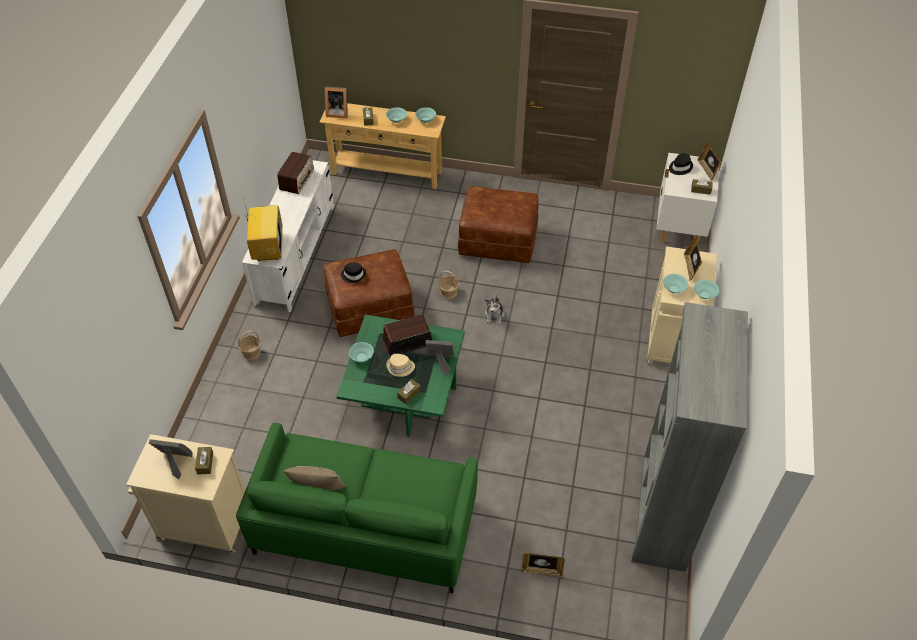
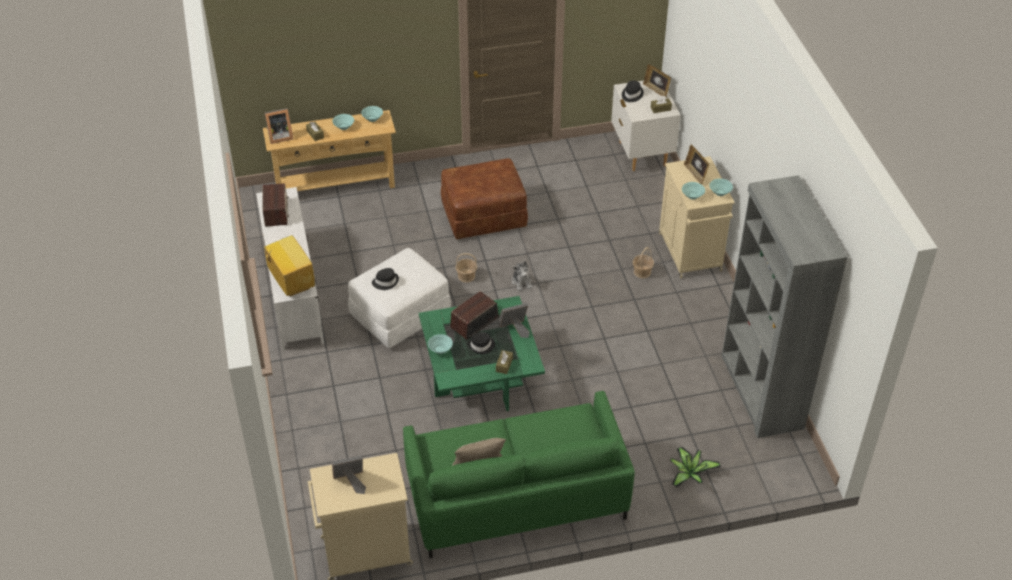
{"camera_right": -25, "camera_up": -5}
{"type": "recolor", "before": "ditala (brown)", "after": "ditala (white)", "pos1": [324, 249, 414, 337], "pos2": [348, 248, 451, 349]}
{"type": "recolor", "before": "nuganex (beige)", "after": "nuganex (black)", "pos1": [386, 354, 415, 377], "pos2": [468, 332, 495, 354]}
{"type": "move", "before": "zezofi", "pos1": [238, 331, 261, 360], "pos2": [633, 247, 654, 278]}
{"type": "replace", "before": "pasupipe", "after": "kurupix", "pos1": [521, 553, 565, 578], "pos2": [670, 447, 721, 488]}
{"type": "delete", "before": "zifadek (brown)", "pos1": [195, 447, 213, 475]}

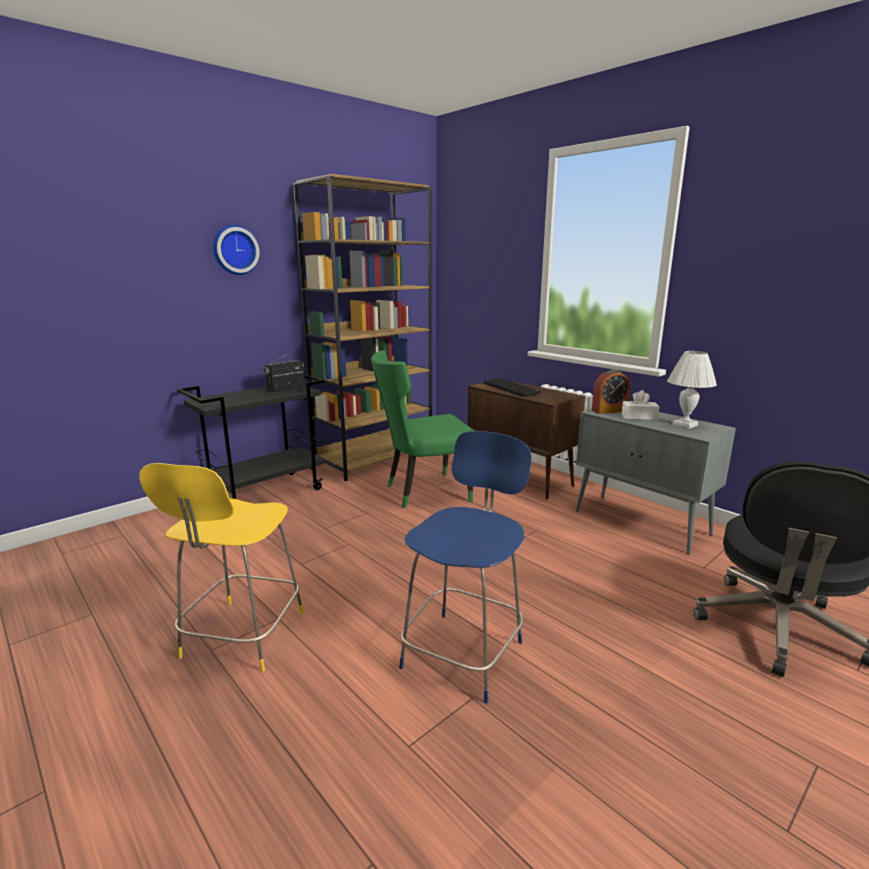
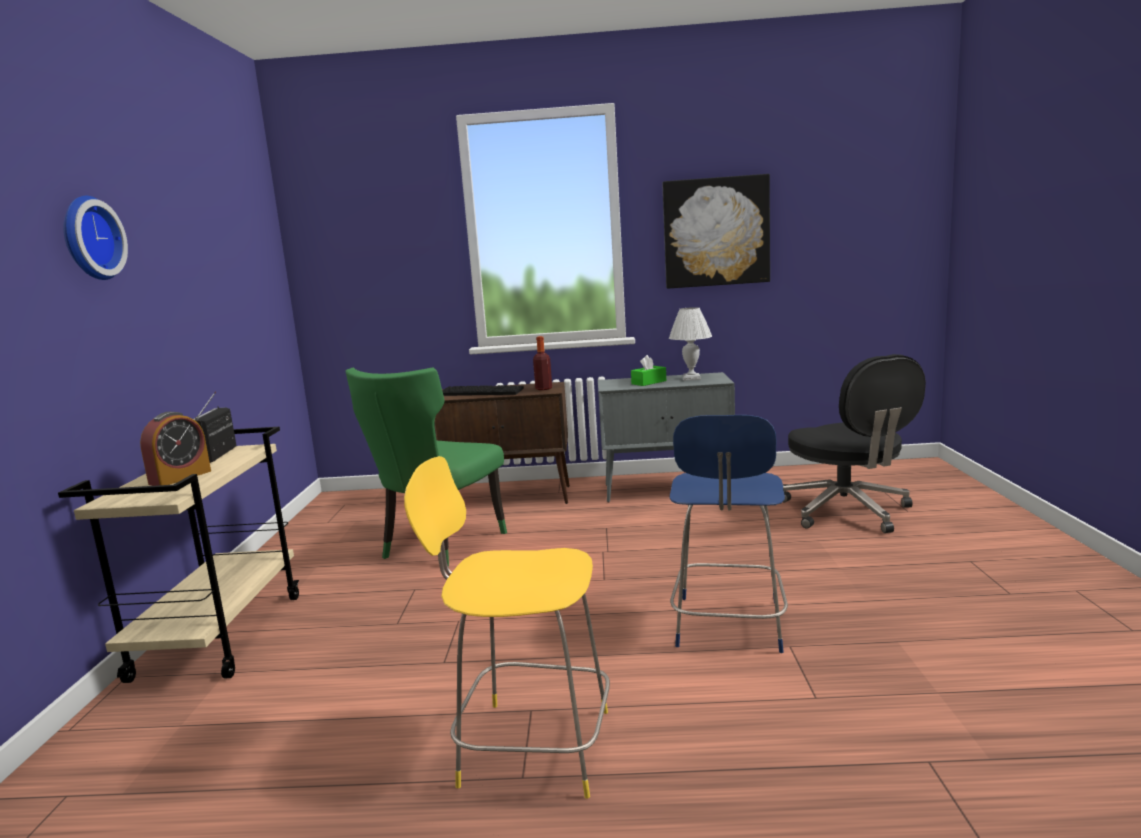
{"camera_right": -45, "camera_up": -5}
{"type": "recolor", "before": "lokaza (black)", "after": "lokaza (beige)", "pos1": [177, 374, 326, 499], "pos2": [58, 427, 299, 683]}
{"type": "move", "before": "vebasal", "pos1": [592, 369, 631, 414], "pos2": [140, 412, 211, 486]}
{"type": "rotate", "before": "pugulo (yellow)", "pos1": [139, 463, 304, 672], "pos2": [404, 456, 610, 799], "turn": 135}
{"type": "insert", "after": "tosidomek", "pos2": [533, 336, 552, 390]}
{"type": "recolor", "before": "zifadek (white)", "after": "zifadek (green)", "pos1": [622, 390, 659, 420], "pos2": [631, 355, 666, 386]}
{"type": "insert", "after": "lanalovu", "pos2": [662, 174, 770, 289]}
{"type": "rotate", "before": "pugulo (blue)", "pos1": [399, 431, 532, 703], "pos2": [670, 415, 788, 653], "turn": -150}
{"type": "delete", "before": "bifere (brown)", "pos1": [293, 174, 432, 481]}

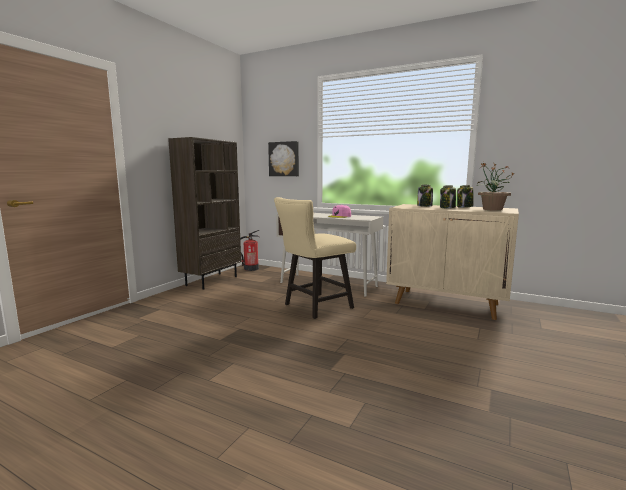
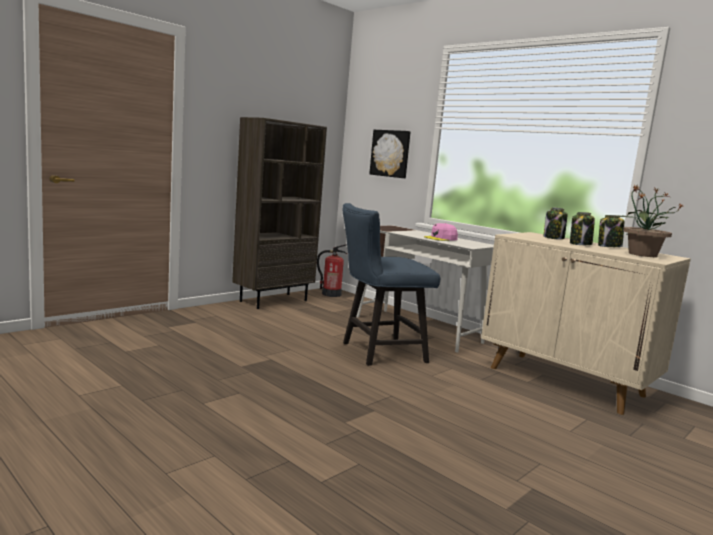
{"camera_right": 15, "camera_up": 0}
{"type": "recolor", "before": "pugulo (beige)", "after": "pugulo (blue)", "pos1": [274, 197, 356, 319], "pos2": [343, 203, 440, 366]}

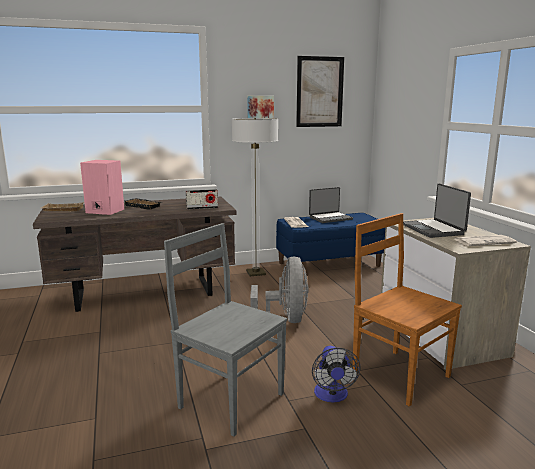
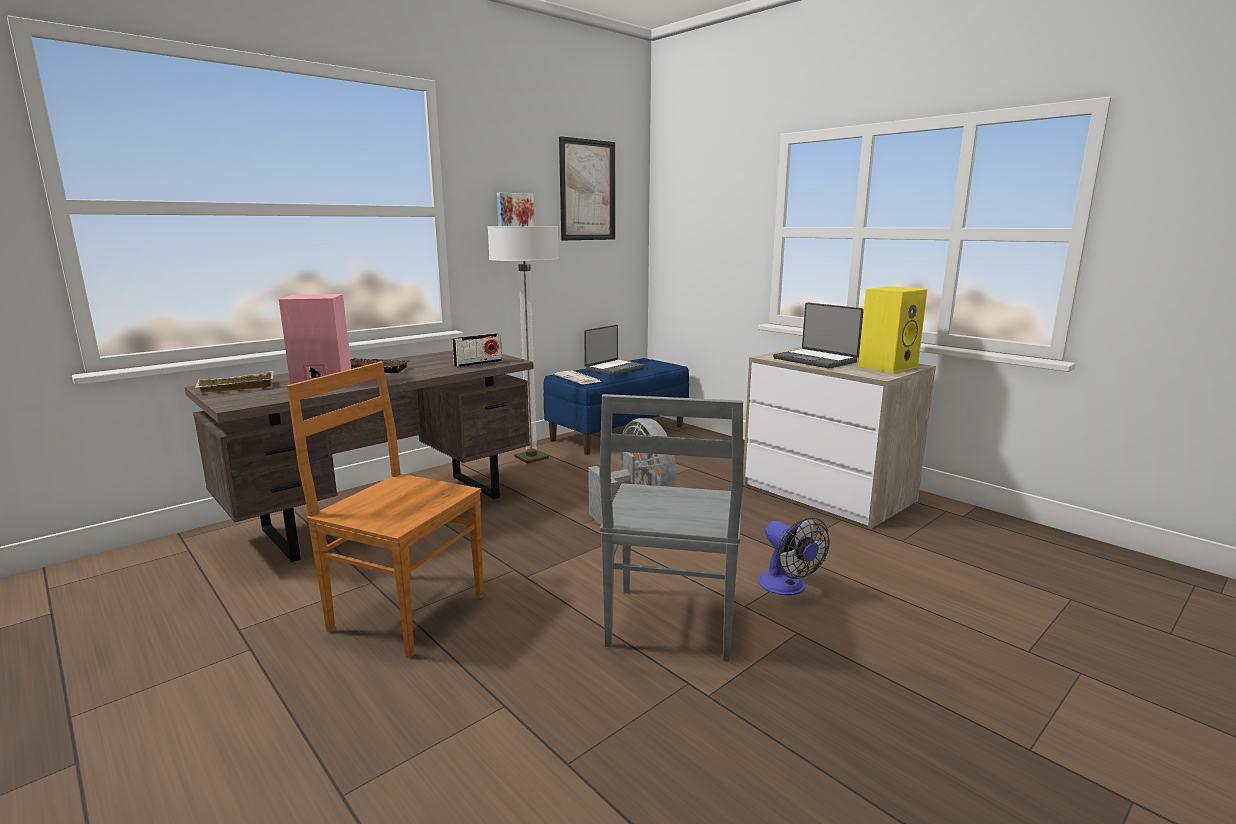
{"camera_right": -25, "camera_up": 0}
{"type": "move", "before": "pugulo (brown)", "pos1": [353, 213, 462, 407], "pos2": [287, 362, 484, 658]}
{"type": "rotate", "before": "pugulo (grey)", "pos1": [164, 223, 287, 437], "pos2": [599, 394, 743, 661], "turn": -90}
{"type": "replace", "before": "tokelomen", "after": "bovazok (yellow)", "pos1": [454, 235, 517, 246], "pos2": [858, 286, 928, 373]}

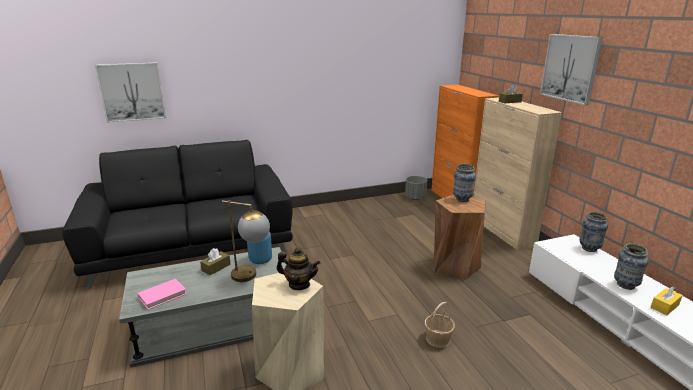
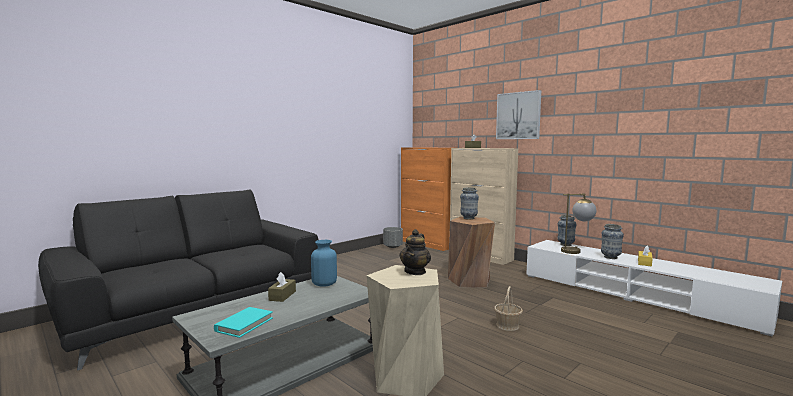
{"camera_right": -25, "camera_up": -15}
{"type": "recolor", "before": "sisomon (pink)", "after": "sisomon (turquoise)", "pos1": [137, 279, 187, 310], "pos2": [214, 307, 273, 338]}
{"type": "rotate", "before": "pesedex", "pos1": [277, 247, 320, 290], "pos2": [399, 229, 431, 275], "turn": 120}
{"type": "move", "before": "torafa", "pos1": [222, 200, 270, 282], "pos2": [561, 193, 596, 254]}
{"type": "delete", "before": "lanalovu", "pos1": [95, 62, 166, 123]}

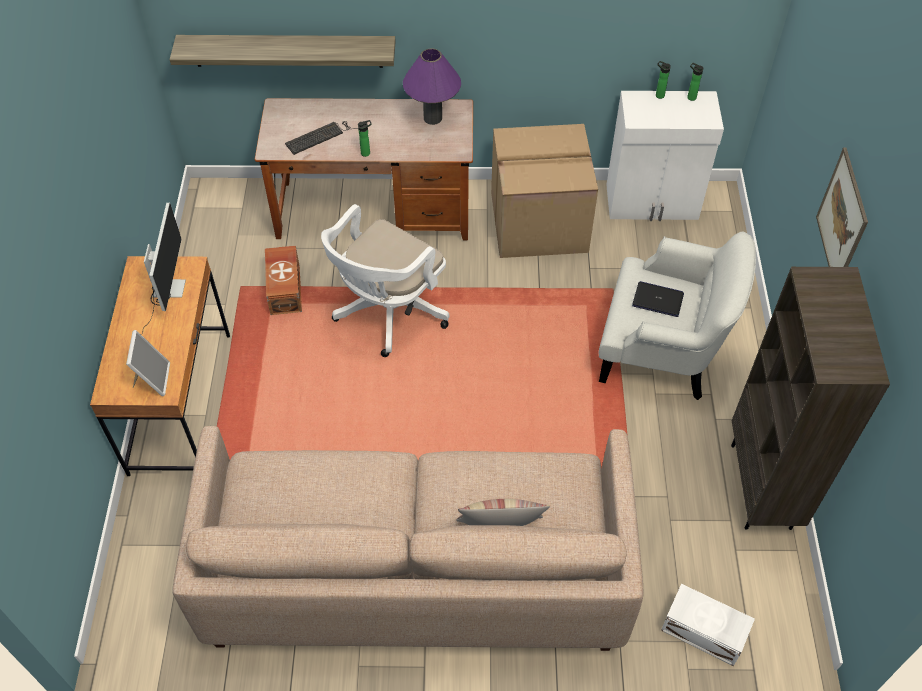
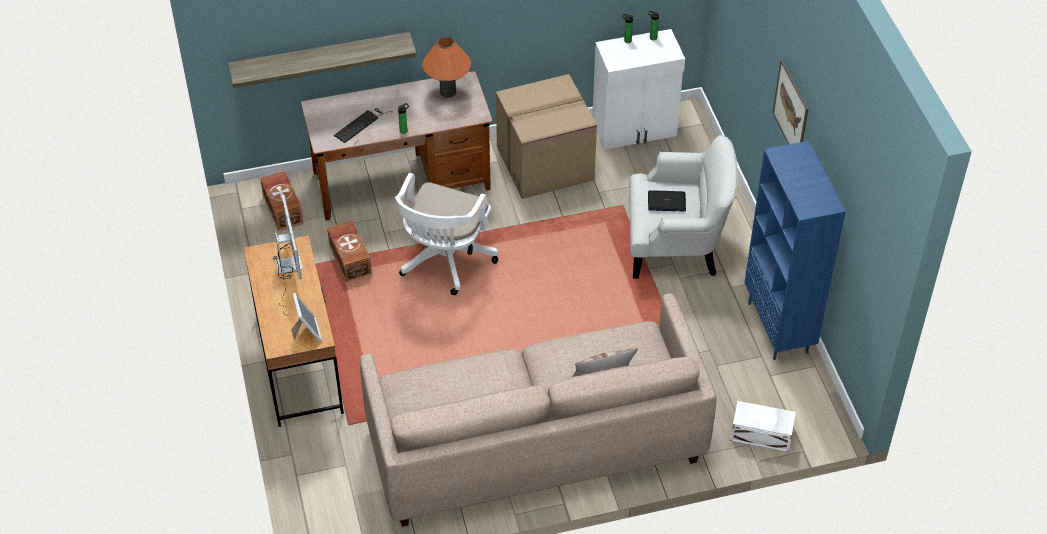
{"camera_right": -15, "camera_up": -5}
{"type": "insert", "after": "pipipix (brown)", "pos2": [260, 171, 303, 231]}
{"type": "recolor", "before": "torafa (purple)", "after": "torafa (orange)", "pos1": [403, 49, 461, 125], "pos2": [422, 37, 471, 98]}
{"type": "recolor", "before": "bifere (brown)", "after": "bifere (blue)", "pos1": [731, 267, 890, 530], "pos2": [744, 141, 846, 360]}

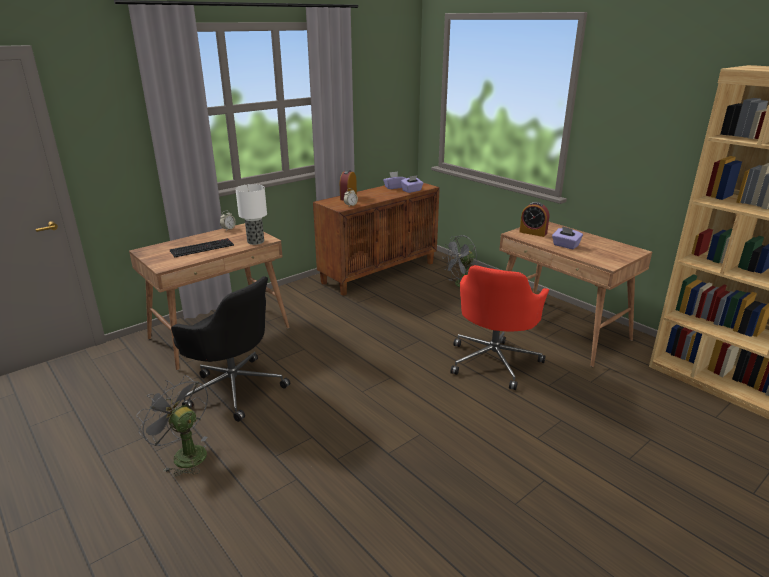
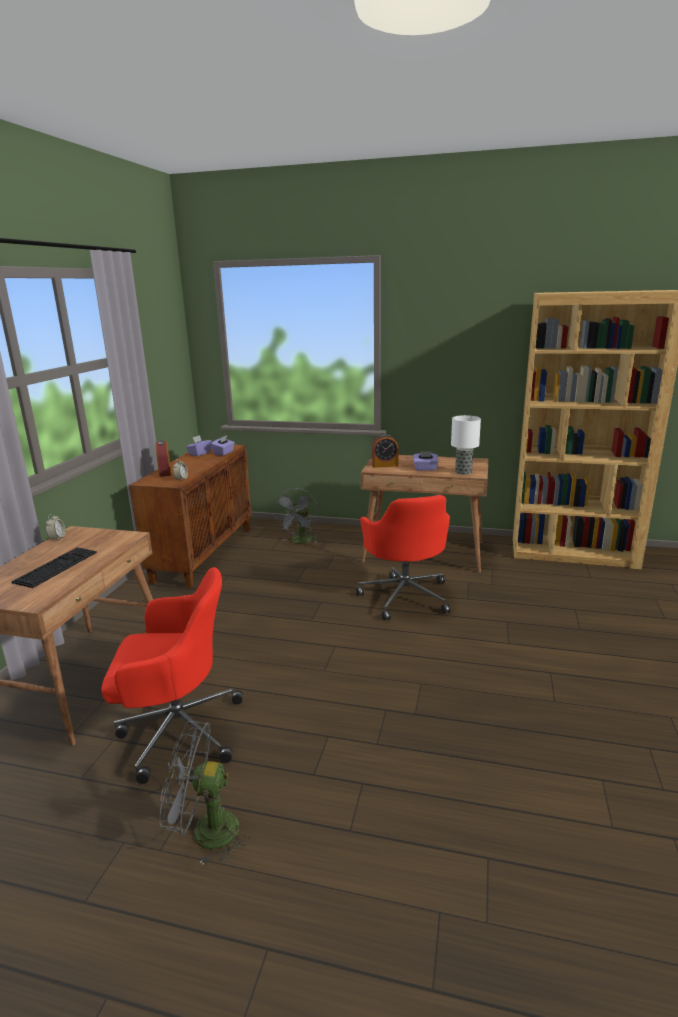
{"camera_right": -35, "camera_up": -5}
{"type": "recolor", "before": "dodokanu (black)", "after": "dodokanu (red)", "pos1": [171, 276, 290, 422], "pos2": [101, 567, 243, 784]}
{"type": "move", "before": "torafa", "pos1": [235, 184, 267, 245], "pos2": [451, 415, 481, 475]}

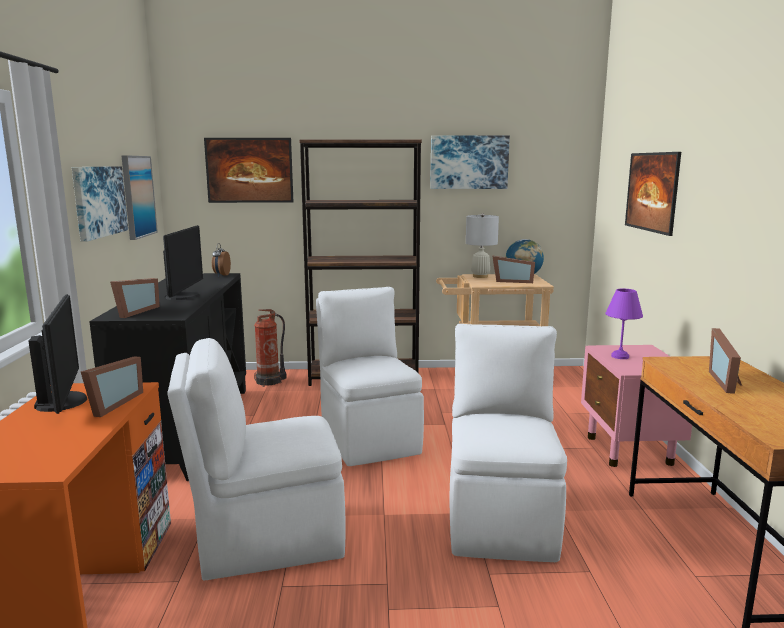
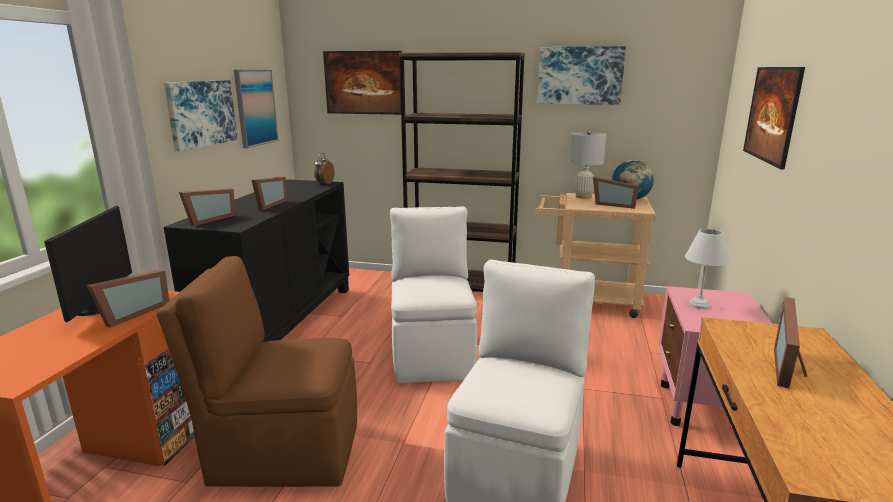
{"camera_right": 15, "camera_up": 5}
{"type": "recolor", "before": "pugulo (white)", "after": "pugulo (brown)", "pos1": [167, 338, 346, 581], "pos2": [156, 256, 357, 487]}
{"type": "replace", "before": "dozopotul", "after": "pasupipe", "pos1": [163, 225, 203, 300], "pos2": [251, 177, 287, 210]}
{"type": "recolor", "before": "torafa (purple)", "after": "torafa (white)", "pos1": [605, 289, 643, 359], "pos2": [685, 229, 729, 309]}
{"type": "delete", "before": "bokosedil", "pos1": [254, 309, 287, 387]}

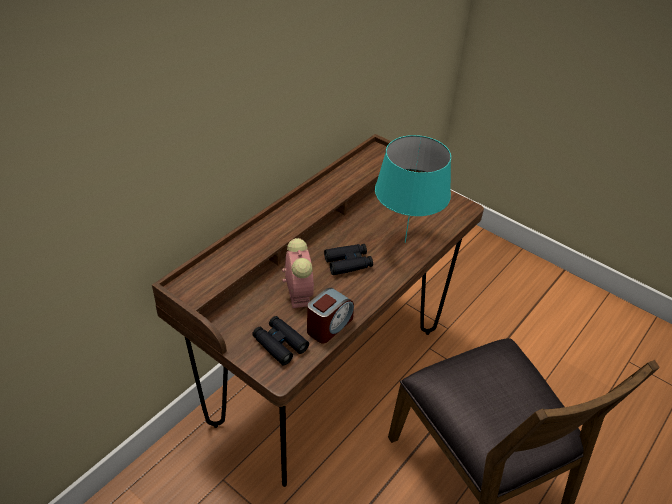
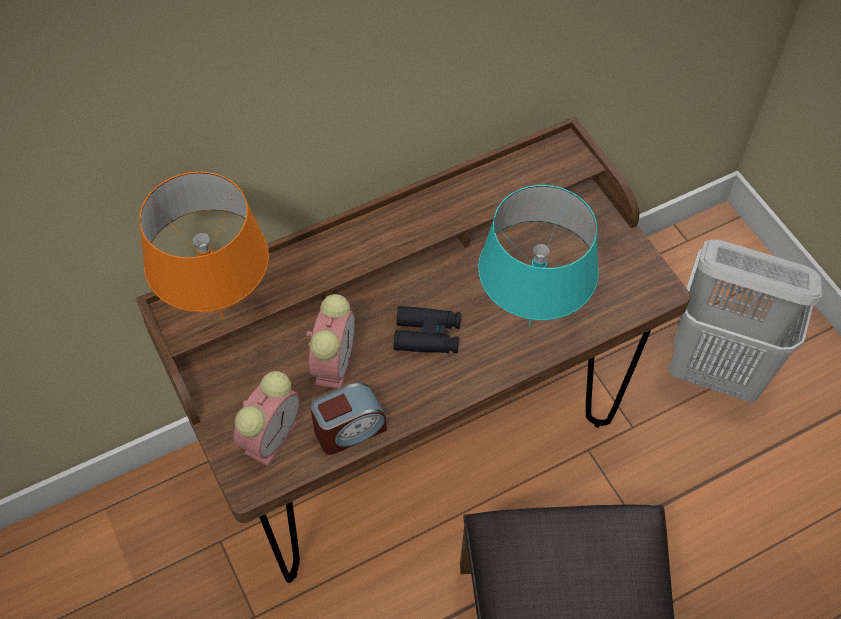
{"camera_right": 25, "camera_up": 15}
{"type": "insert", "after": "torafa (orange)", "pos2": [139, 171, 269, 319]}
{"type": "replace", "before": "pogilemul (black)", "after": "vebasal", "pos1": [252, 316, 309, 365], "pos2": [234, 371, 300, 466]}
{"type": "insert", "after": "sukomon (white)", "pos2": [669, 240, 822, 402]}

